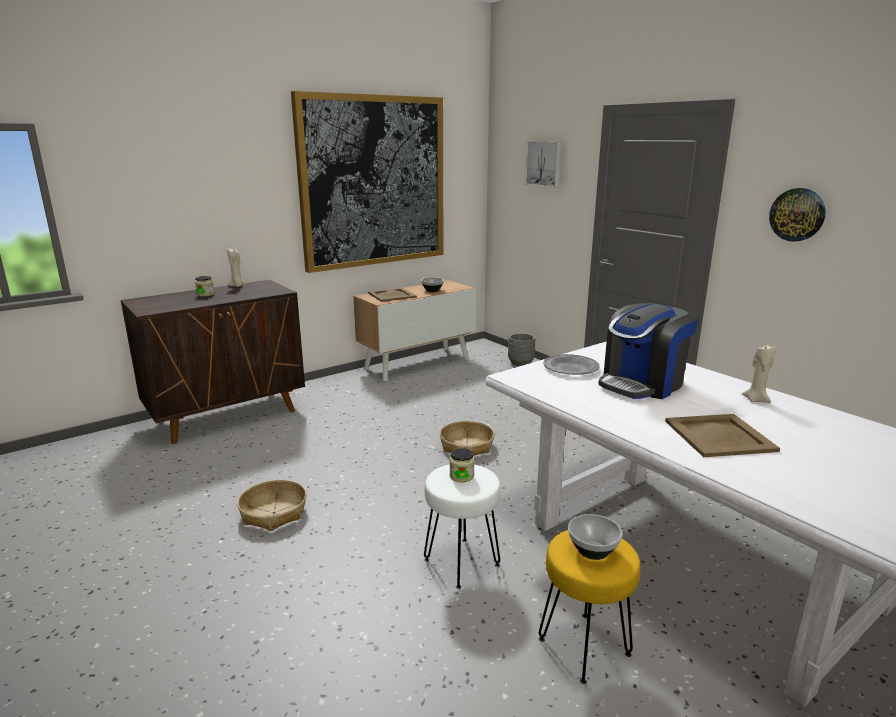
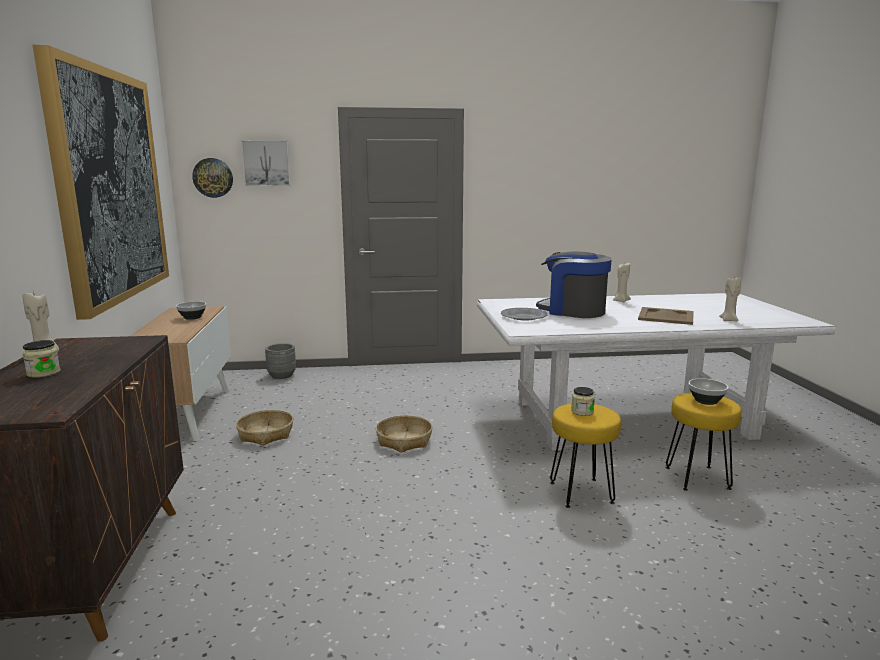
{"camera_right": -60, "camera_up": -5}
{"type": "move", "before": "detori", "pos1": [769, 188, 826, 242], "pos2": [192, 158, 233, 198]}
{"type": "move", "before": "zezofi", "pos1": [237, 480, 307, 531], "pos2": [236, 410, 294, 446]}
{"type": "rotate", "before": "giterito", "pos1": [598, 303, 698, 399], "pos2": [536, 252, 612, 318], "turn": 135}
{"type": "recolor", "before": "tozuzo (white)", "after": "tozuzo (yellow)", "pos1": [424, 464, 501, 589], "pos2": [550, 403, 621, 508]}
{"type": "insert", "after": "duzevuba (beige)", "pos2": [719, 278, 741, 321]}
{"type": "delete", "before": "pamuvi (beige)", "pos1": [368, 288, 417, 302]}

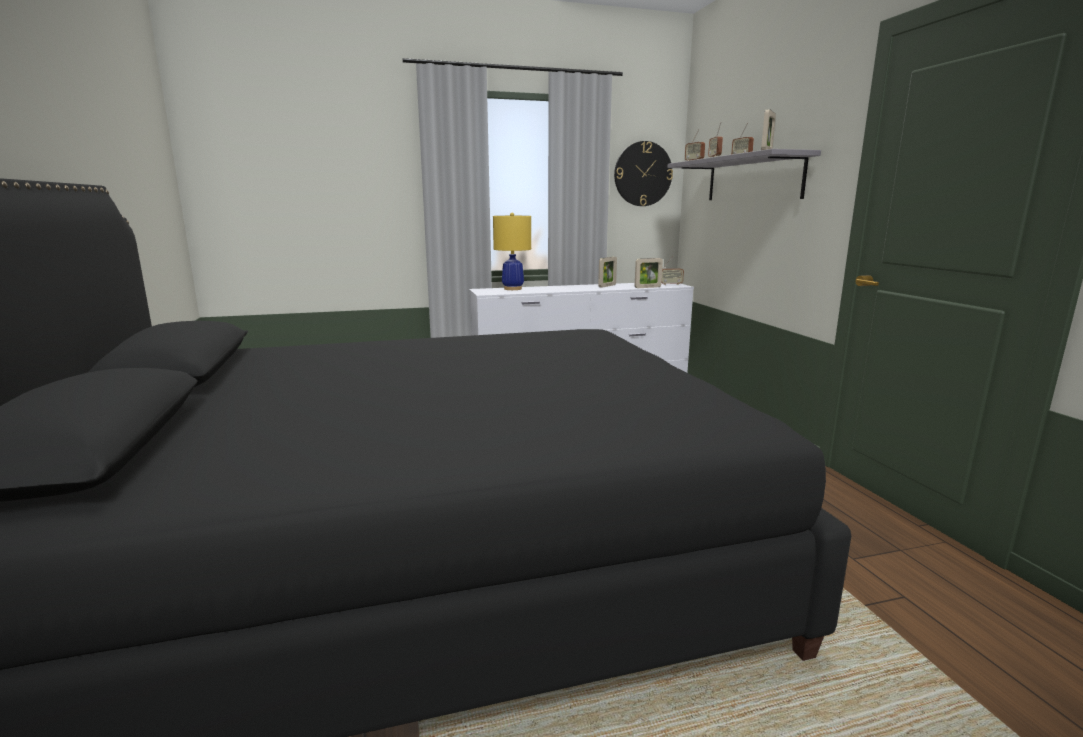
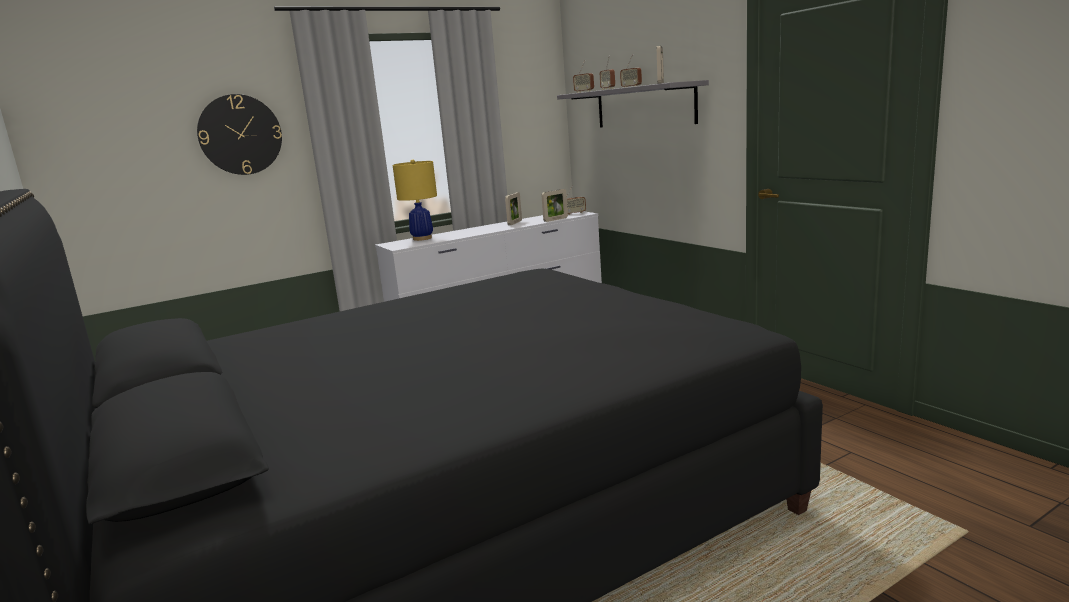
{"camera_right": -15, "camera_up": 0}
{"type": "move", "before": "detori", "pos1": [614, 141, 673, 206], "pos2": [197, 94, 282, 175]}

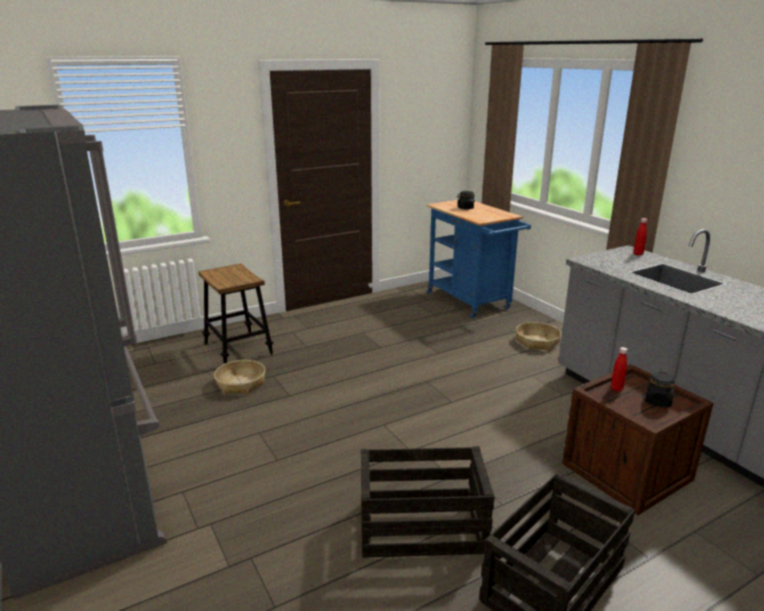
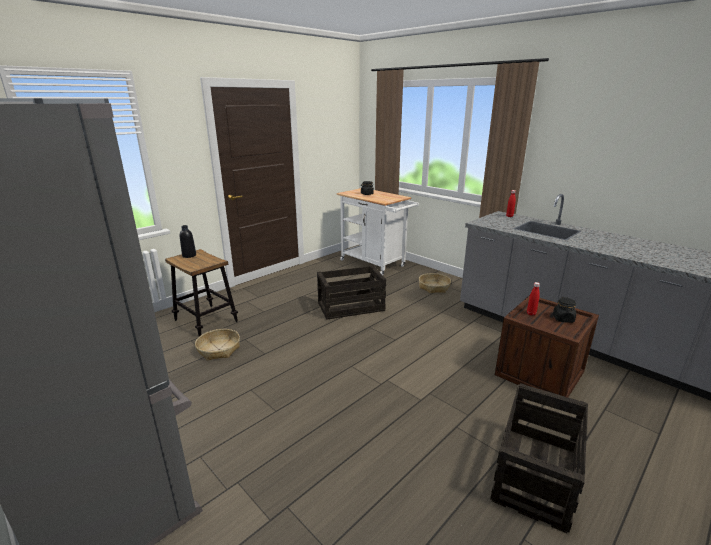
{"camera_right": -15, "camera_up": 0}
{"type": "insert", "after": "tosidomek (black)", "pos2": [179, 225, 196, 258]}
{"type": "move", "before": "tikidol", "pos1": [361, 446, 495, 558], "pos2": [317, 265, 386, 320]}
{"type": "recolor", "before": "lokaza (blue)", "after": "lokaza (white)", "pos1": [426, 200, 531, 318], "pos2": [336, 188, 419, 275]}

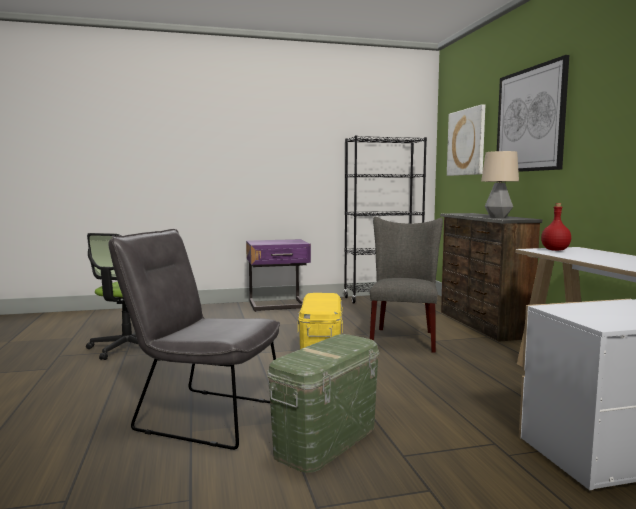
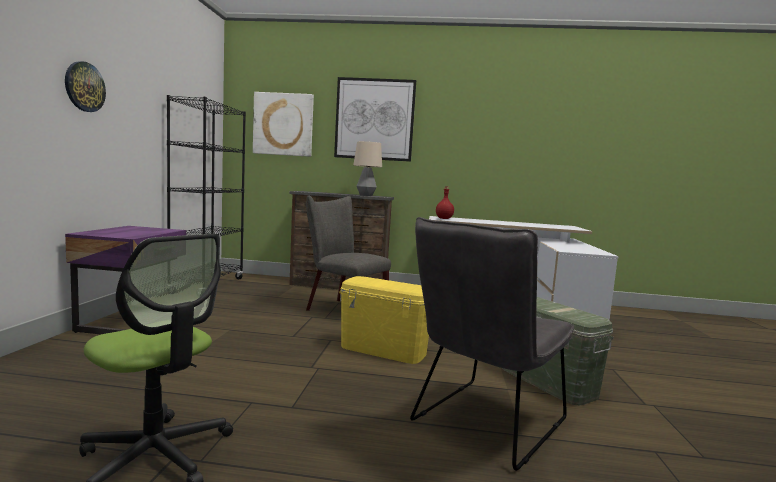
{"camera_right": -70, "camera_up": 0}
{"type": "insert", "after": "detori", "pos2": [65, 61, 106, 112]}

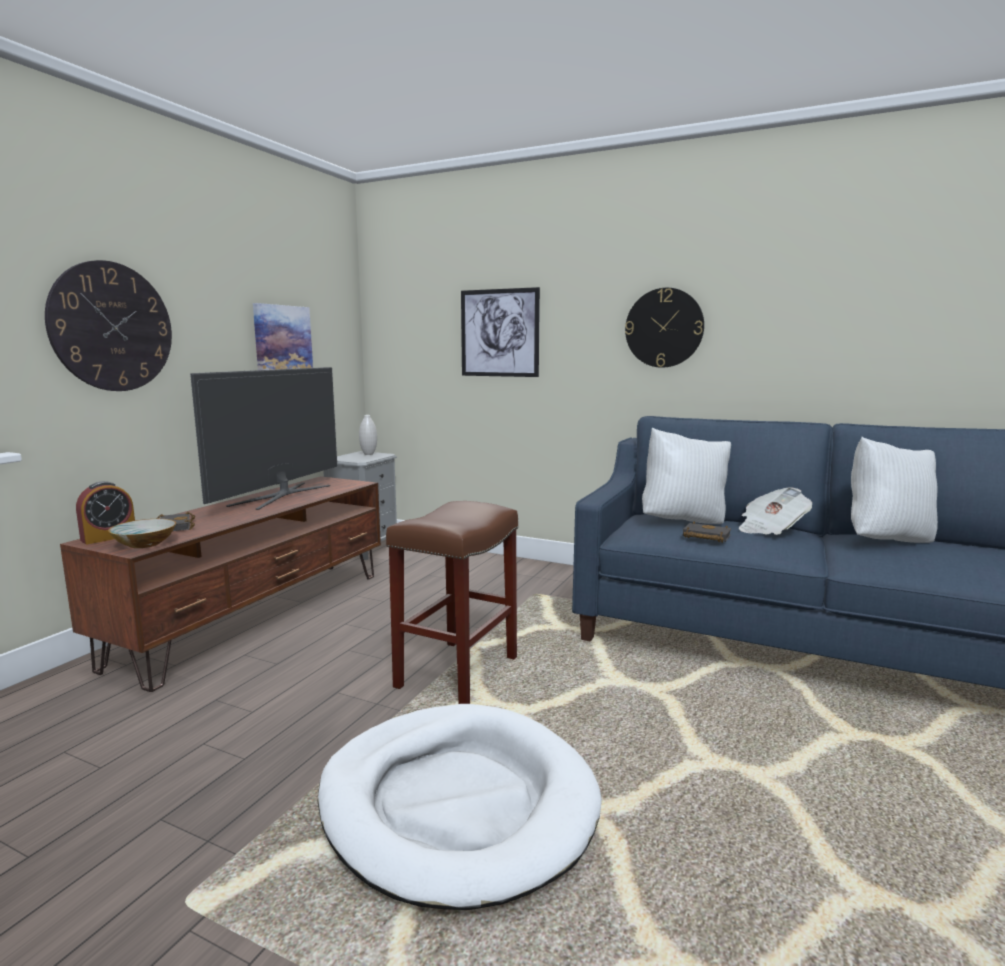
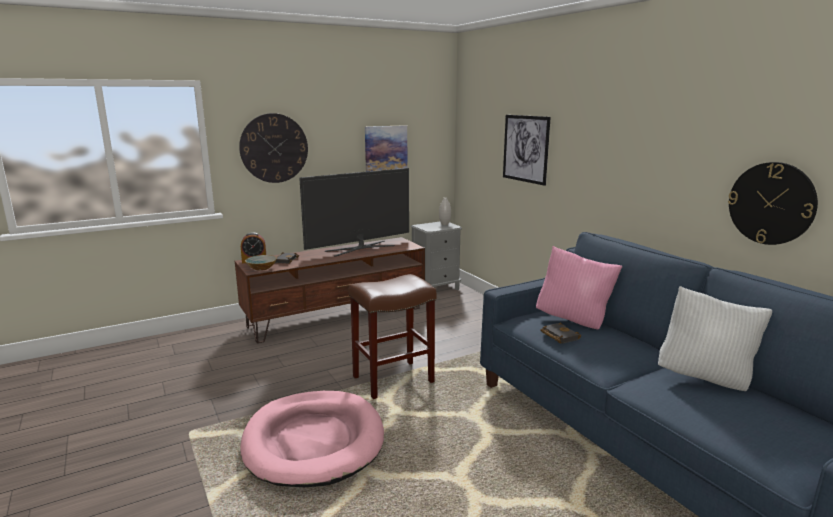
{"camera_right": 35, "camera_up": 5}
{"type": "recolor", "before": "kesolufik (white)", "after": "kesolufik (pink)", "pos1": [318, 704, 602, 910], "pos2": [240, 391, 384, 487]}
{"type": "recolor", "before": "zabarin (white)", "after": "zabarin (pink)", "pos1": [642, 428, 731, 524], "pos2": [536, 246, 622, 329]}
{"type": "move", "before": "detori", "pos1": [625, 288, 704, 368], "pos2": [728, 162, 818, 245]}
{"type": "delete", "before": "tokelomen", "pos1": [739, 487, 812, 535]}

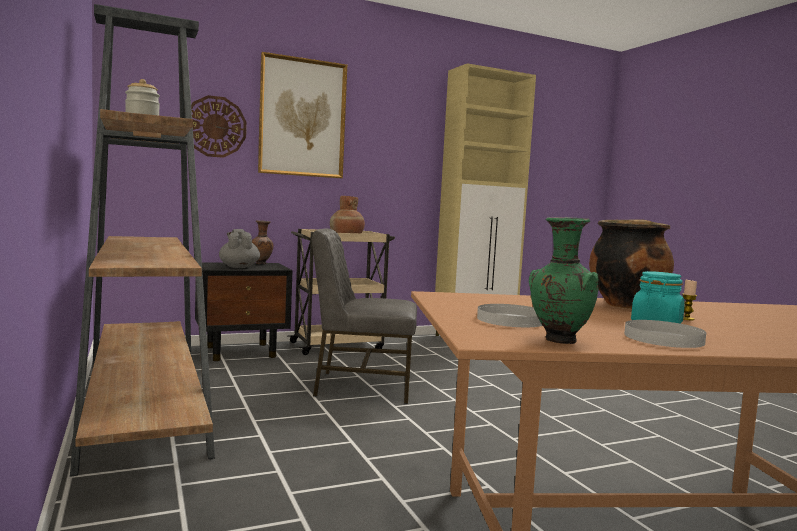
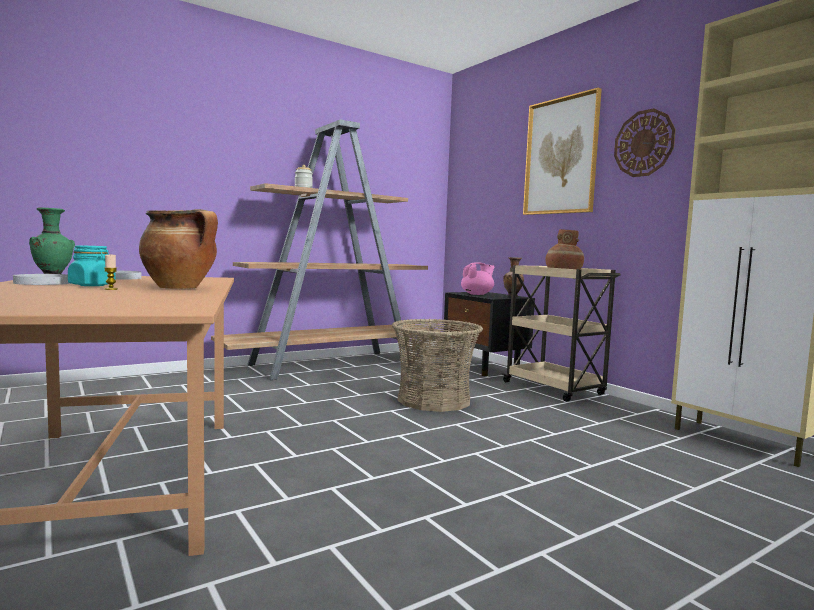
{"camera_right": 80, "camera_up": 0}
{"type": "replace", "before": "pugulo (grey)", "after": "zezofi", "pos1": [312, 228, 417, 404], "pos2": [392, 319, 483, 412]}
{"type": "recolor", "before": "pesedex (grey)", "after": "pesedex (pink)", "pos1": [219, 229, 260, 268], "pos2": [461, 262, 494, 295]}
{"type": "move", "before": "detori", "pos1": [191, 95, 246, 158], "pos2": [614, 108, 676, 177]}

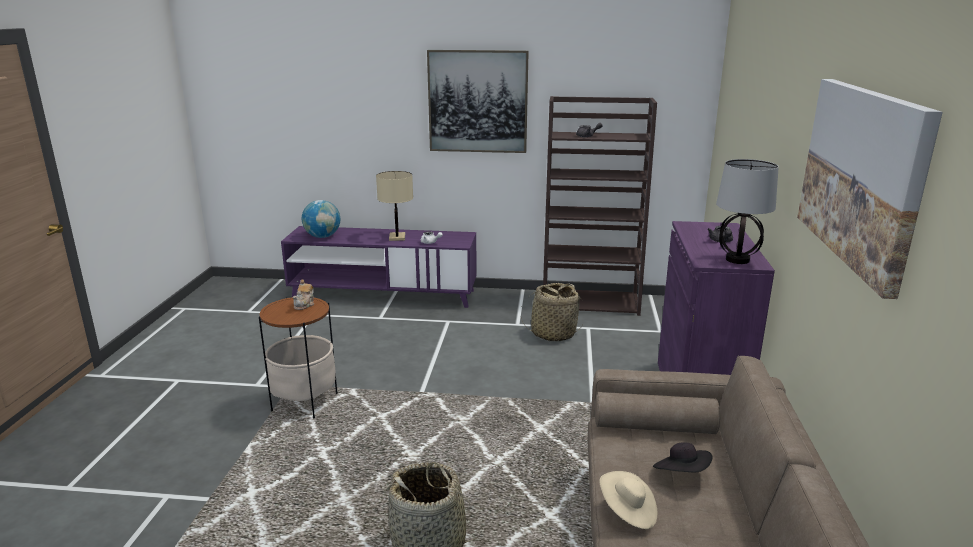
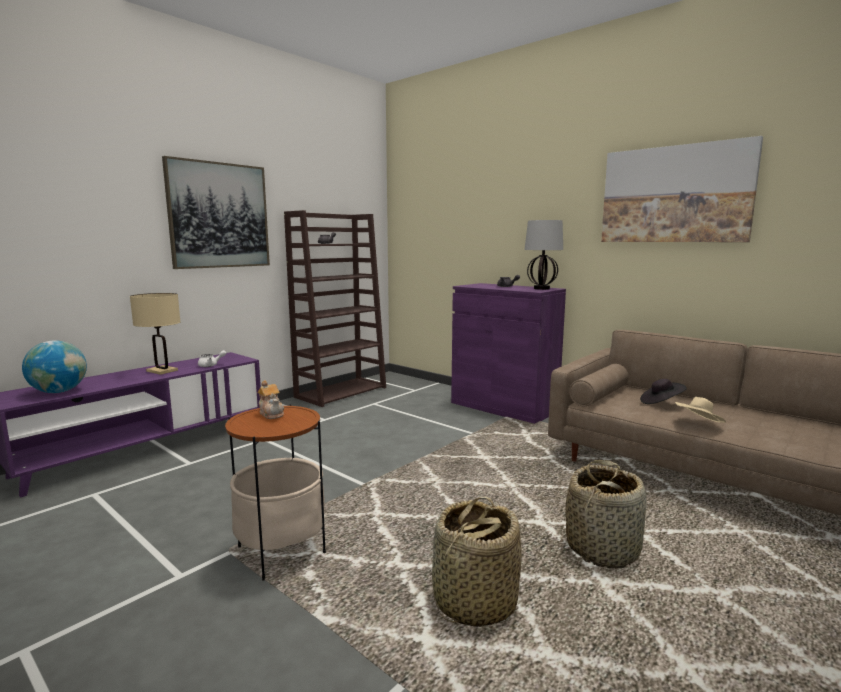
{"camera_right": -55, "camera_up": -10}
{"type": "move", "before": "zezofi", "pos1": [521, 283, 584, 341], "pos2": [432, 496, 522, 627]}

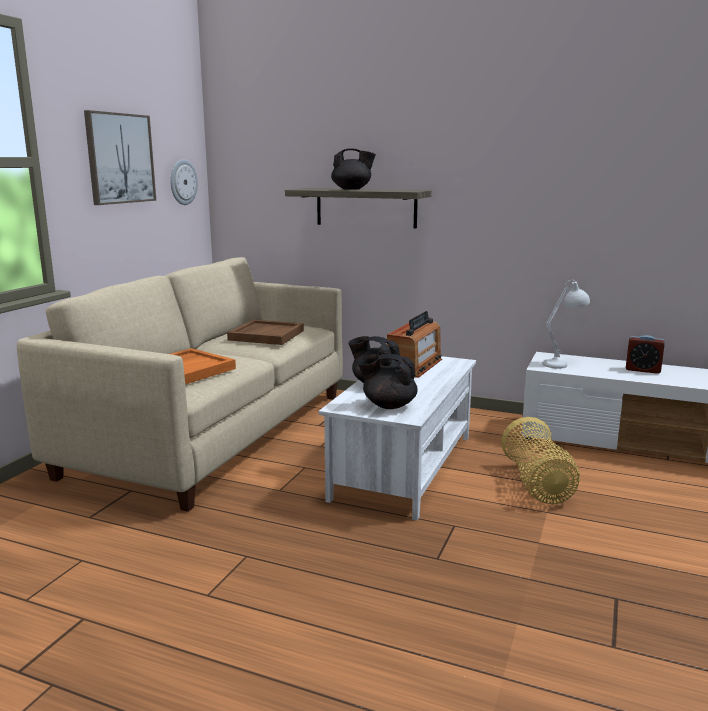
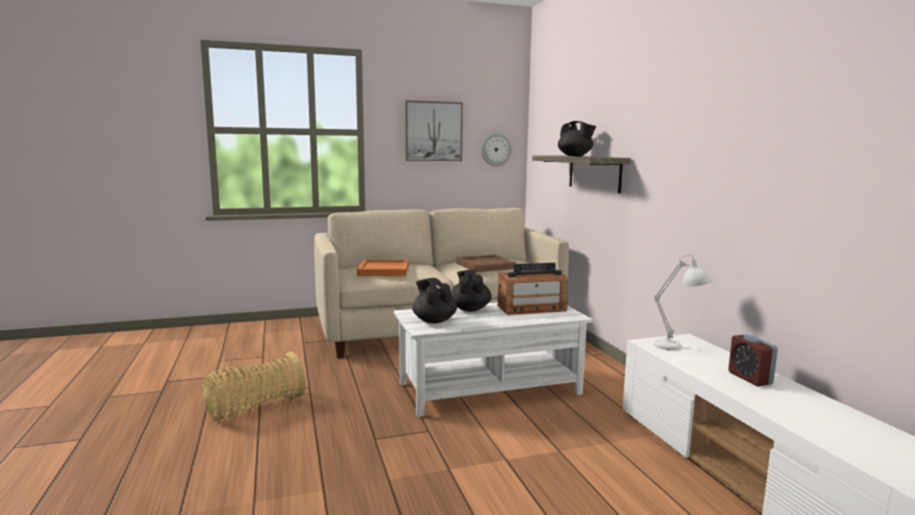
{"camera_right": 50, "camera_up": -5}
{"type": "move", "before": "zezofi", "pos1": [501, 417, 580, 504], "pos2": [202, 351, 306, 419]}

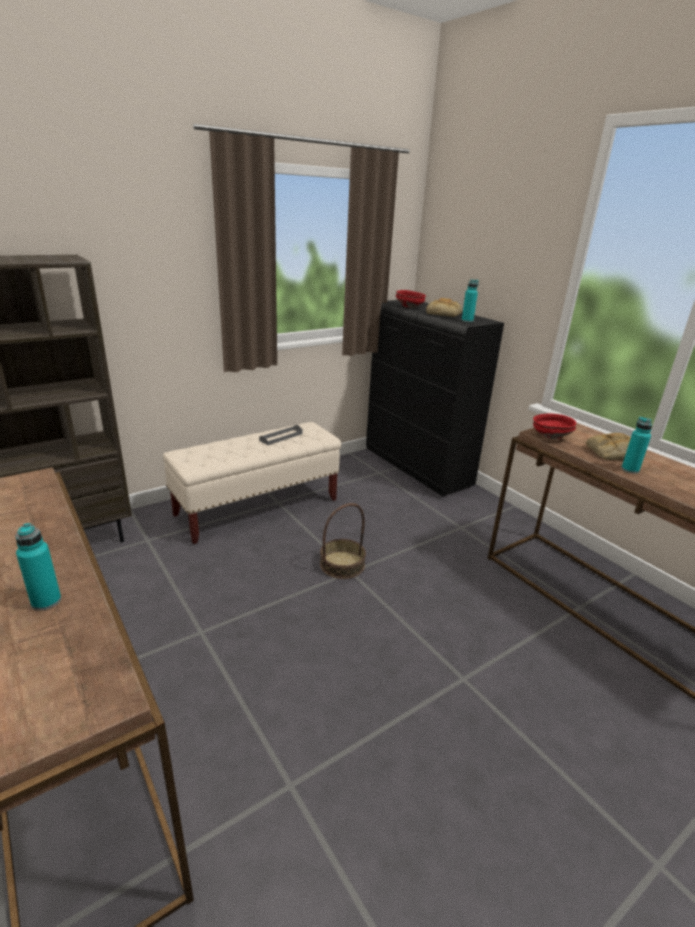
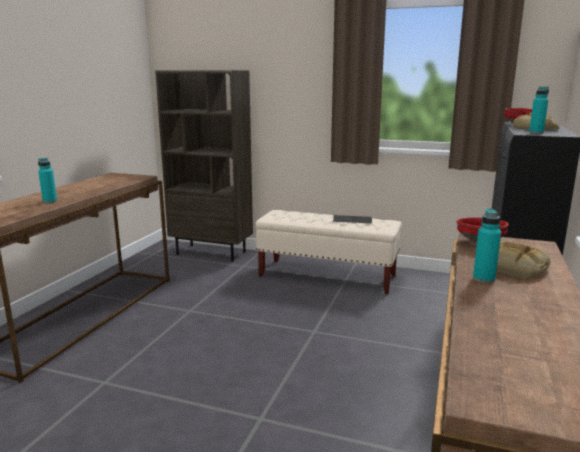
{"camera_right": 55, "camera_up": -10}
{"type": "delete", "before": "zezofi", "pos1": [320, 503, 366, 579]}

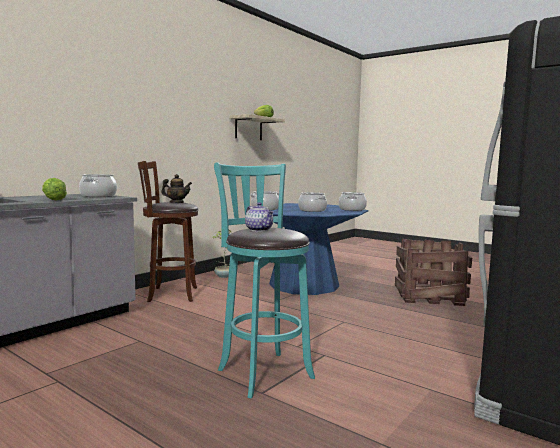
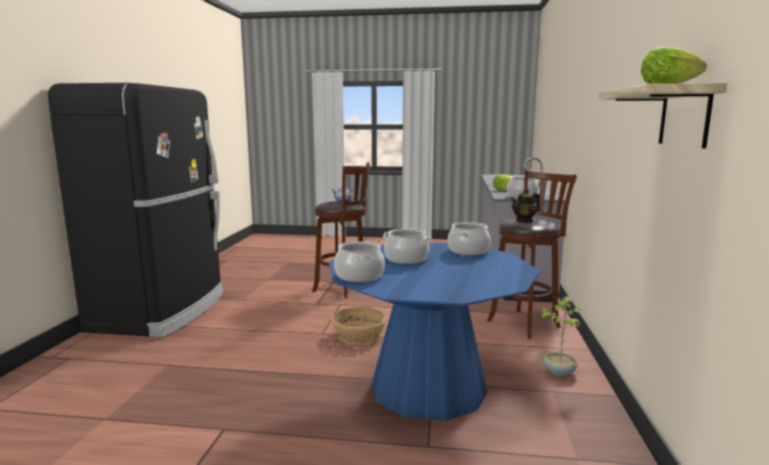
{"camera_right": 150, "camera_up": 5}
{"type": "recolor", "before": "tozuzo (turquoise)", "after": "tozuzo (brown)", "pos1": [214, 163, 315, 399], "pos2": [312, 162, 370, 298]}
{"type": "insert", "after": "zezofi", "pos2": [331, 307, 386, 344]}
{"type": "delete", "before": "tikidol", "pos1": [395, 239, 472, 306]}

